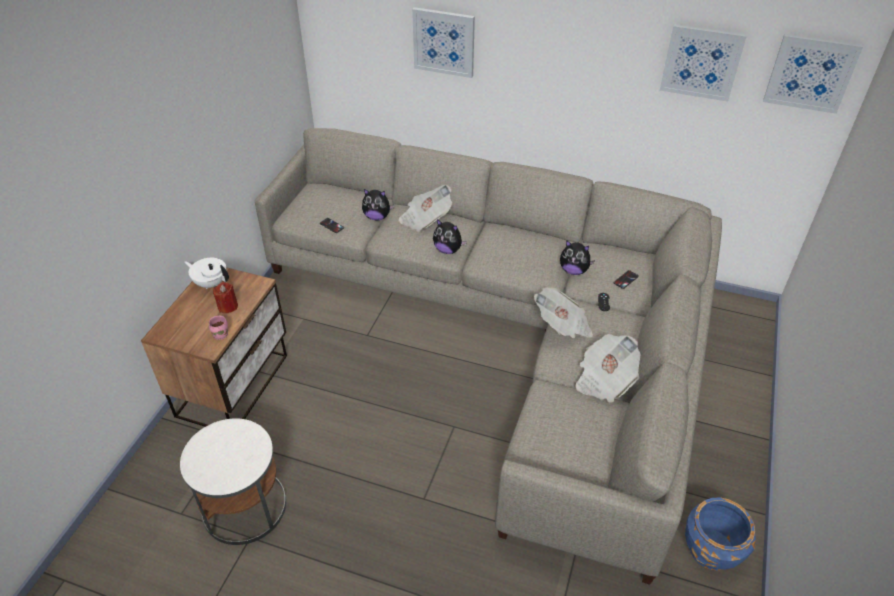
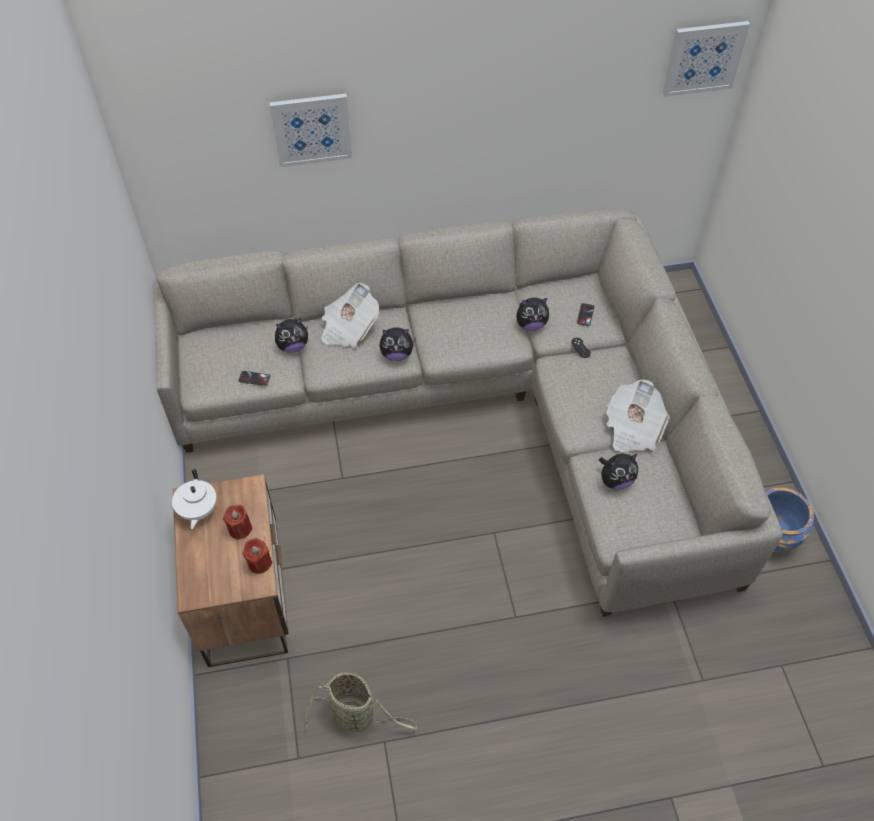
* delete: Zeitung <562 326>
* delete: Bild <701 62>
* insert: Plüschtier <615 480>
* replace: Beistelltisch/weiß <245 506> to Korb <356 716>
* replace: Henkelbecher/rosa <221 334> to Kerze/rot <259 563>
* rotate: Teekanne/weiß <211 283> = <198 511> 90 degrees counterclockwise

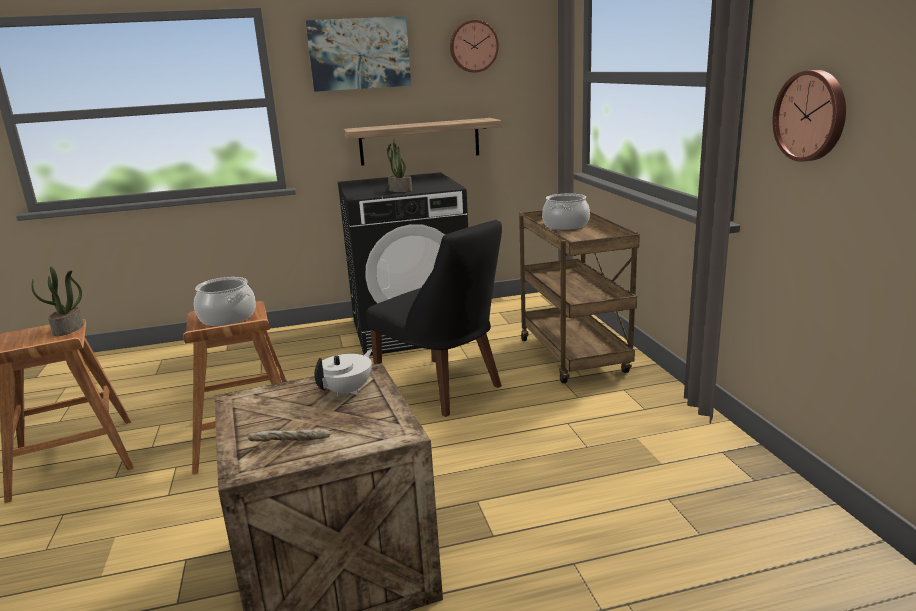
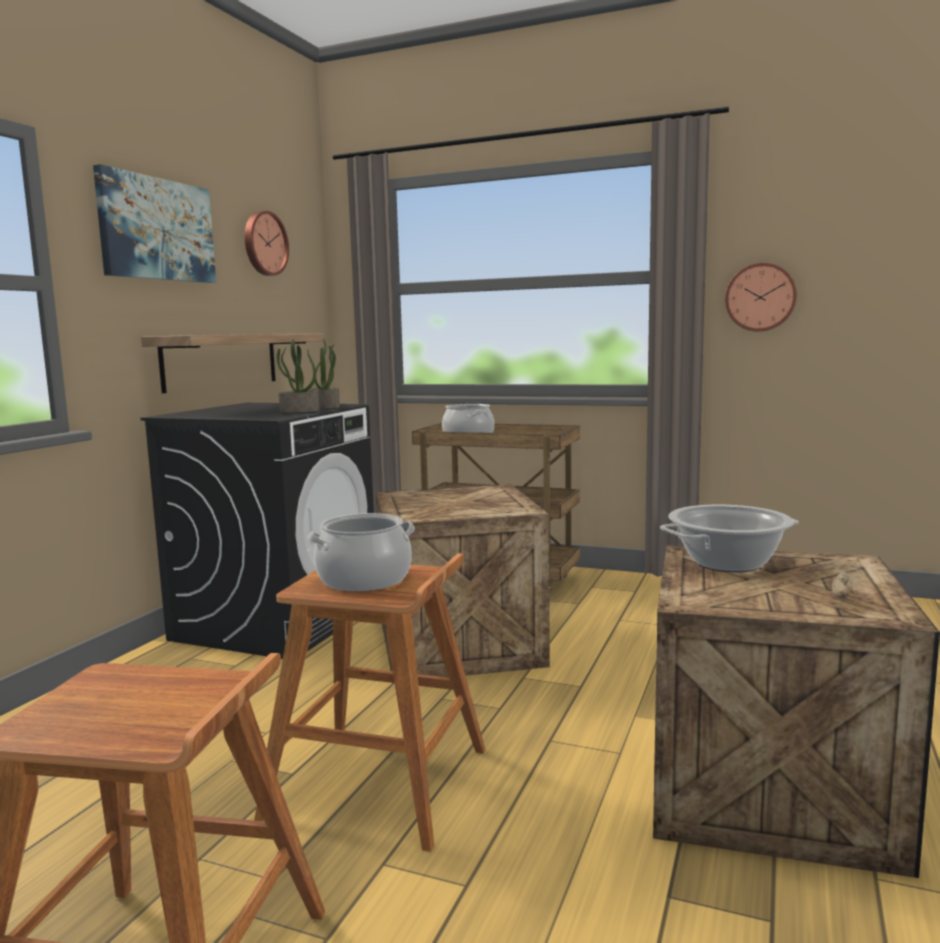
* move: Topfpflanze <68 329> to <325 407>
* replace: Teekanne/weiß <348 391> to Kochtopf <728 563>
* replace: Stuhl/schwarz <443 388> to Kiste <462 645>

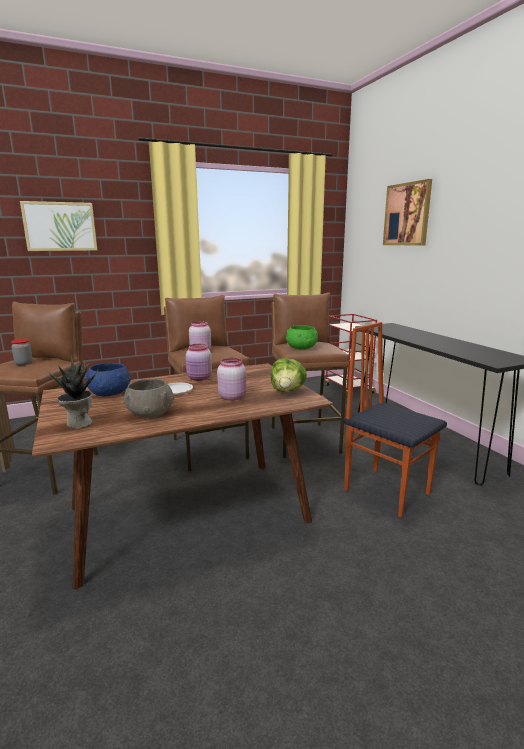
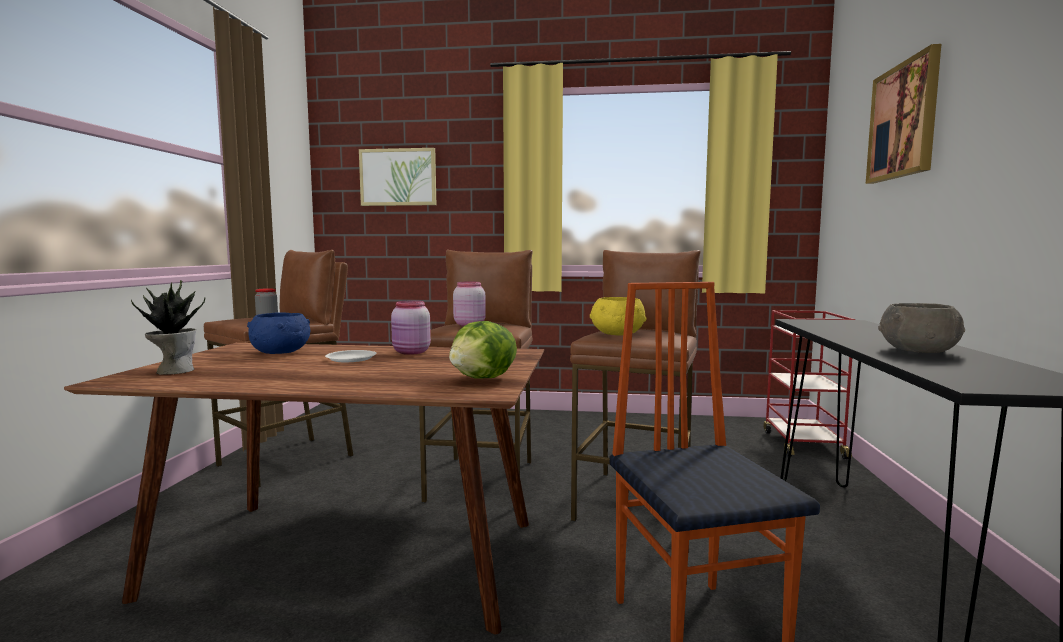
* delete: Vorratsglas/rosa <232 397>
* move: Schüssel/grau <150 413> to <918 351>
* recolor: Schüssel/grün <301 348> to Schüssel/gelb <617 334>

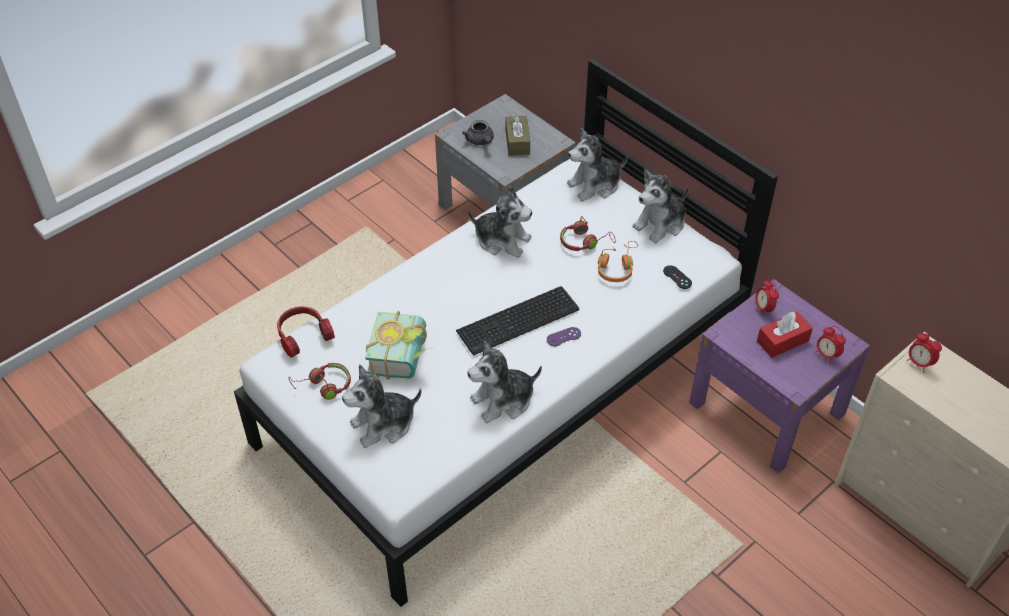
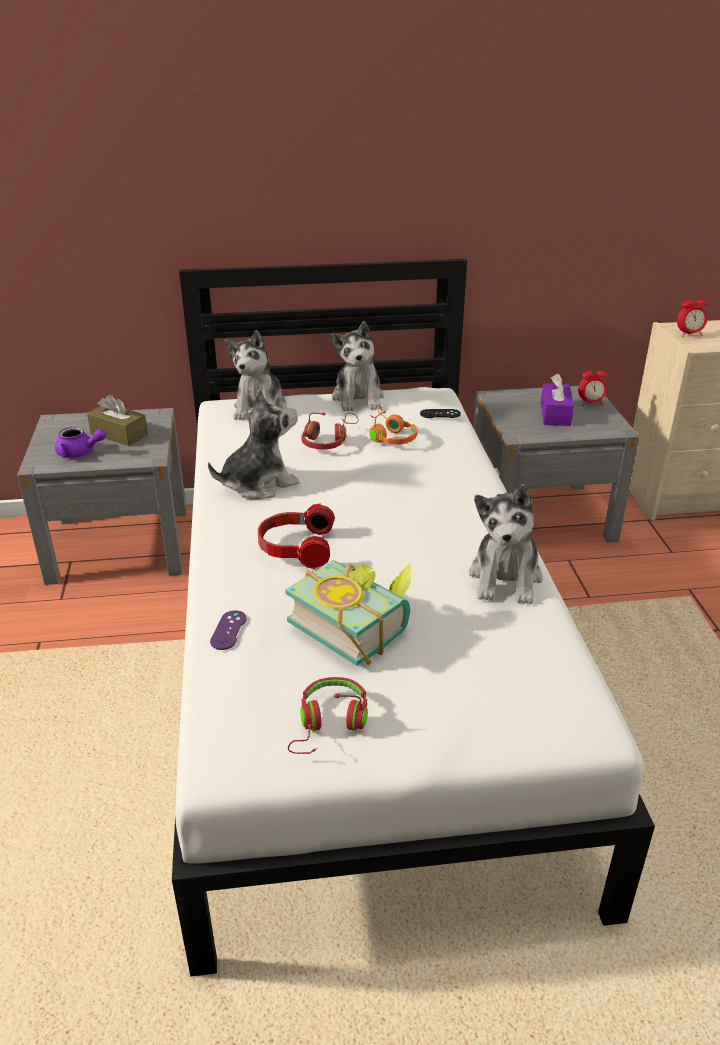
* delete: Plüschtier <384 425>
* delete: Tastatur <520 321>
* delete: Wecker <763 308>
* move: Kopfhörer <303 335> to <296 548>
* move: Gamepad/lila <563 337> to <228 630>
* recolor: Teekanne/grau <480 141> to Teekanne/lila <80 453>
* recolor: Nachttisch/lila <767 408> to Nachttisch/grau <540 515>
* recolor: Taschentuchbox/rot <782 341> to Taschentuchbox/lila <555 414>

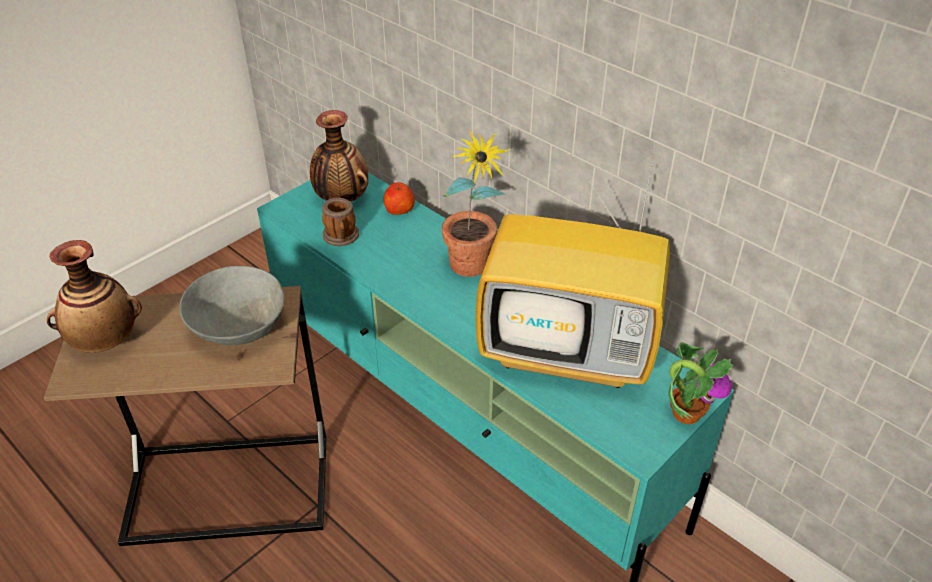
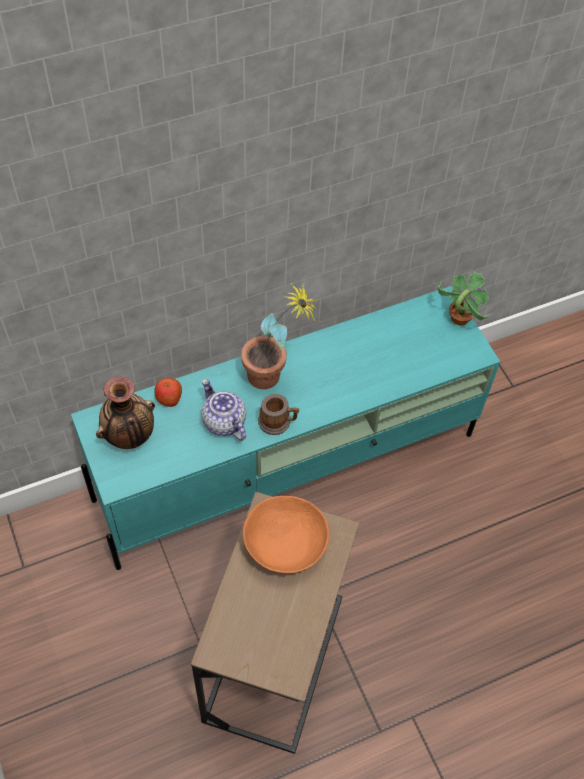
* delete: Vase <106 341>
* delete: Fernseher <571 351>
* insert: Teekanne <223 422>
* move: Henkelbecher <342 238> to <278 422>
* recolor: Schüssel/grau <237 326> to Schüssel/orange <284 546>

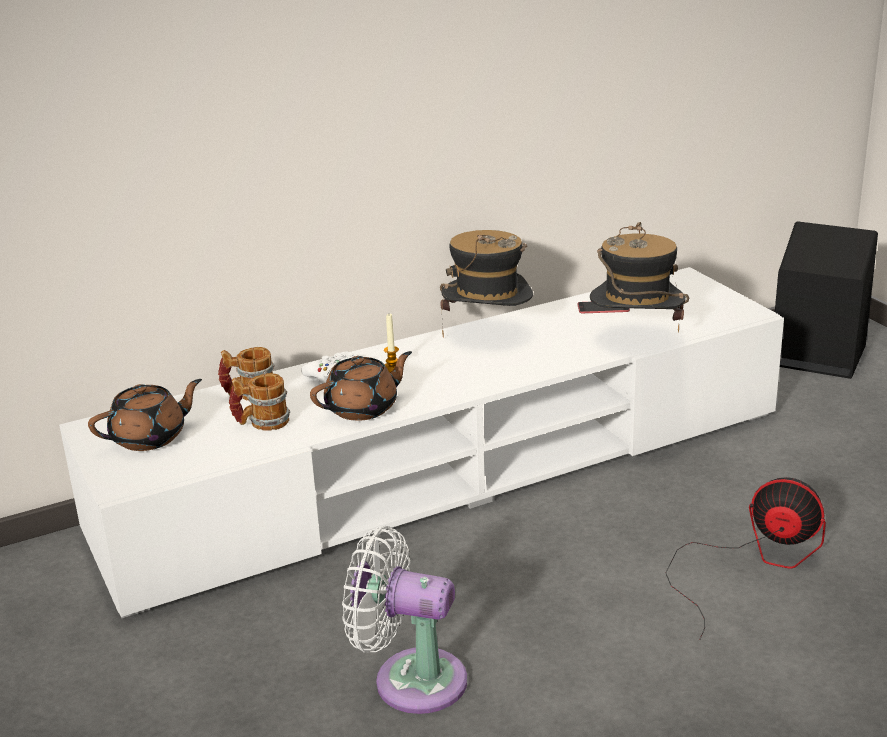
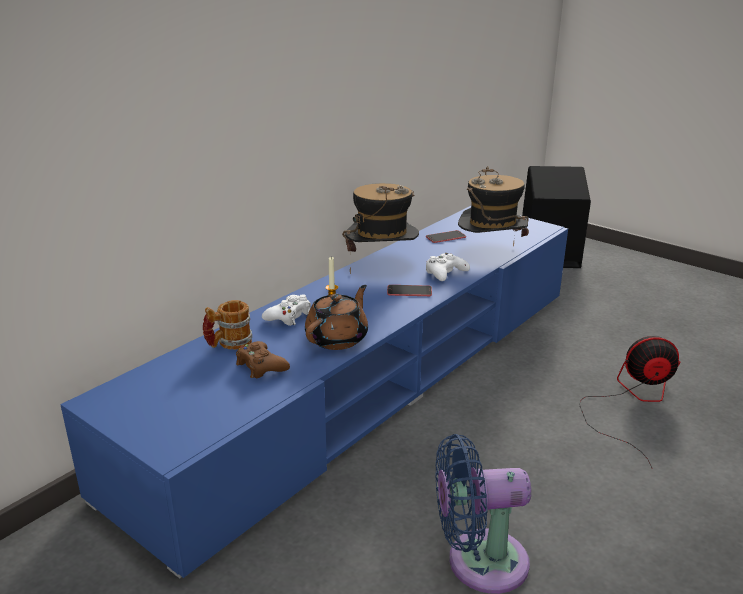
* delete: Teekanne/braun <150 437>
* insert: Handy <409 291>
* insert: Gamepad/weiß <445 273>
* replace: Henkelbecher <261 423> to Gamepad/braun <261 366>
* recolor: Fernsehschrank/weiß <449 471> to Fernsehschrank/blau <372 379>
* recolor: Ventilator/weiß <411 679> to Ventilator/blau <478 562>

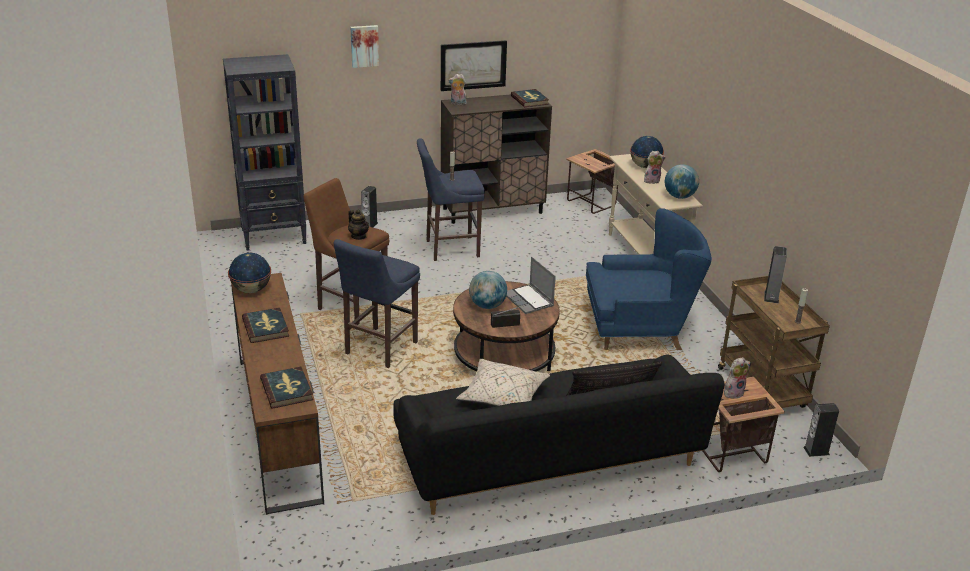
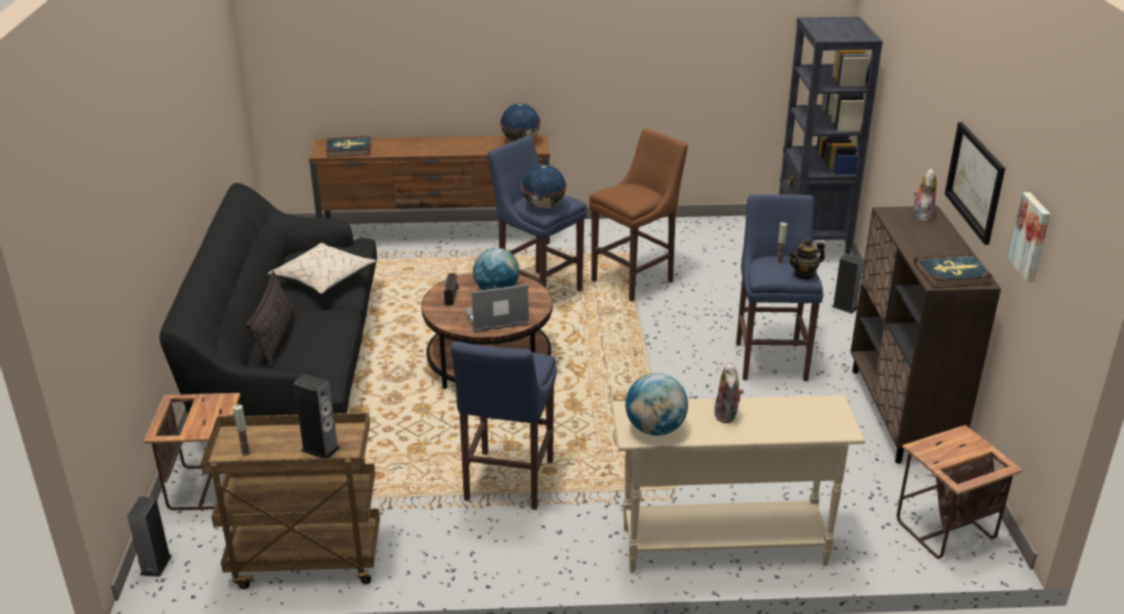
* delete: Buch <266 327>
* delete: Plüschtier <733 392>
* move: Teekanne <359 236> to <804 275>
* move: Bild <364 46> to <1032 236>
* move: Globus <645 166> to <543 206>
* replace: Sessel/blau <639 328> to Hocker/blau <507 483>

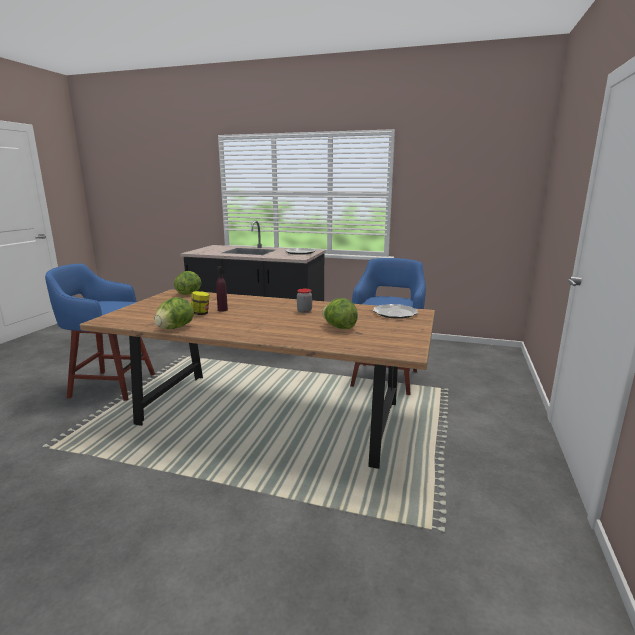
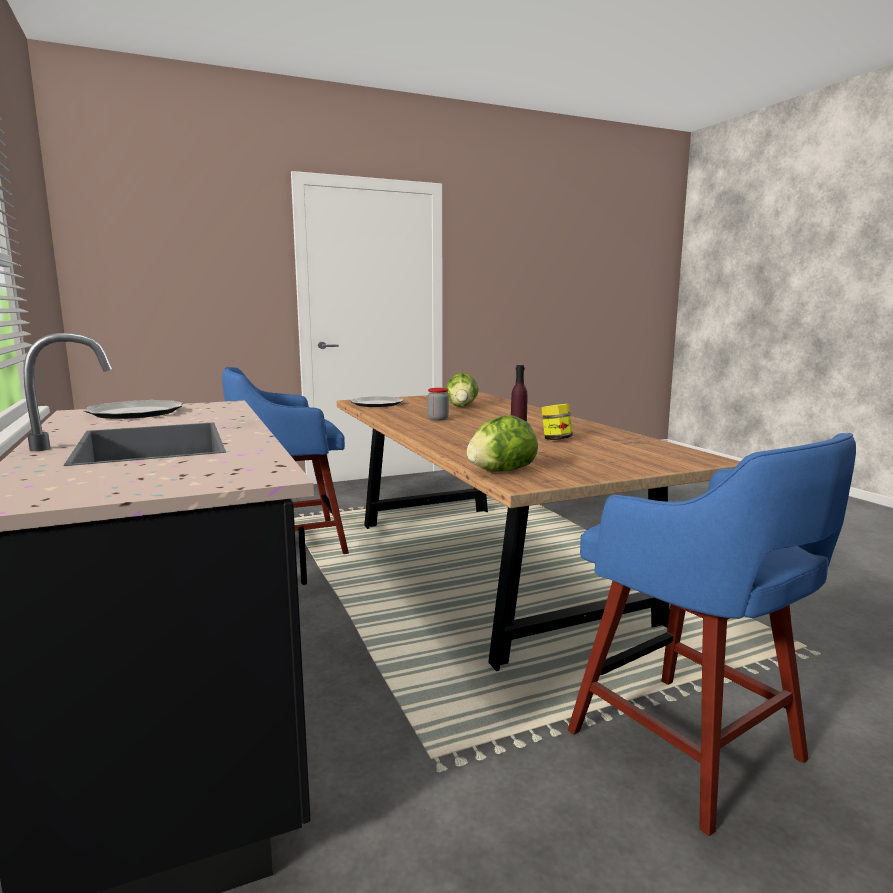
* delete: Salatkopf <175 328>

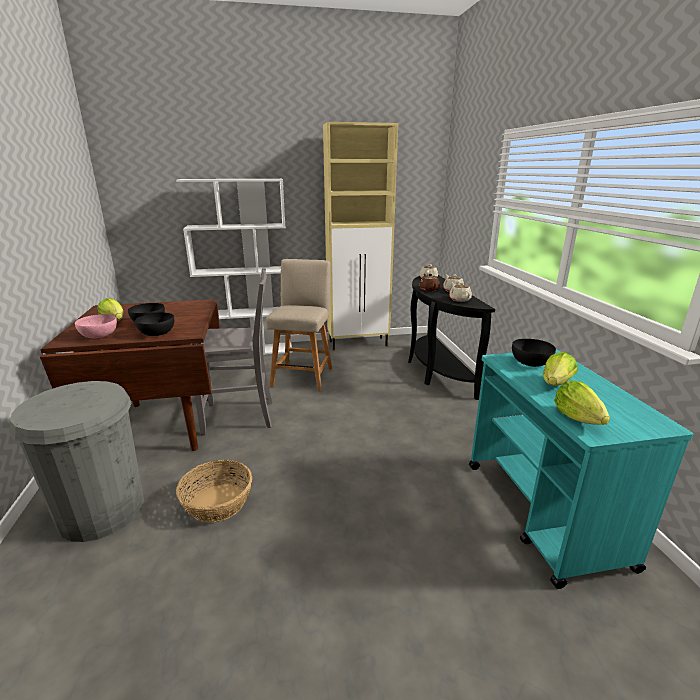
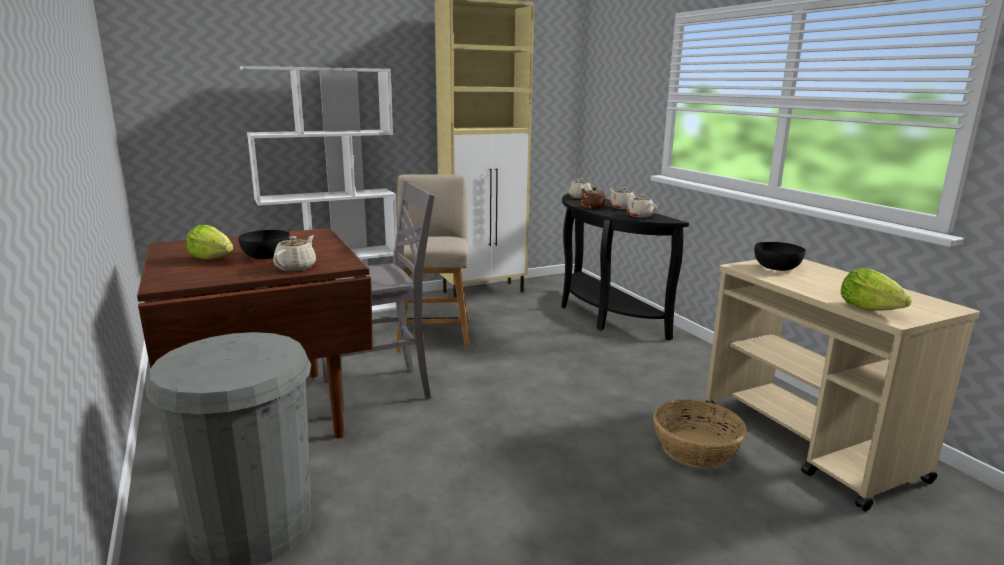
* delete: Schüssel/rosa <99 335>
* delete: Salatkopf <556 384>
* move: Korb <218 502> to <695 448>
* replace: Schüssel/schwarz <157 333> to Teekanne/beige <296 267>
* recolor: Rollwagen/türkis <543 513> to Rollwagen/beige <809 444>

